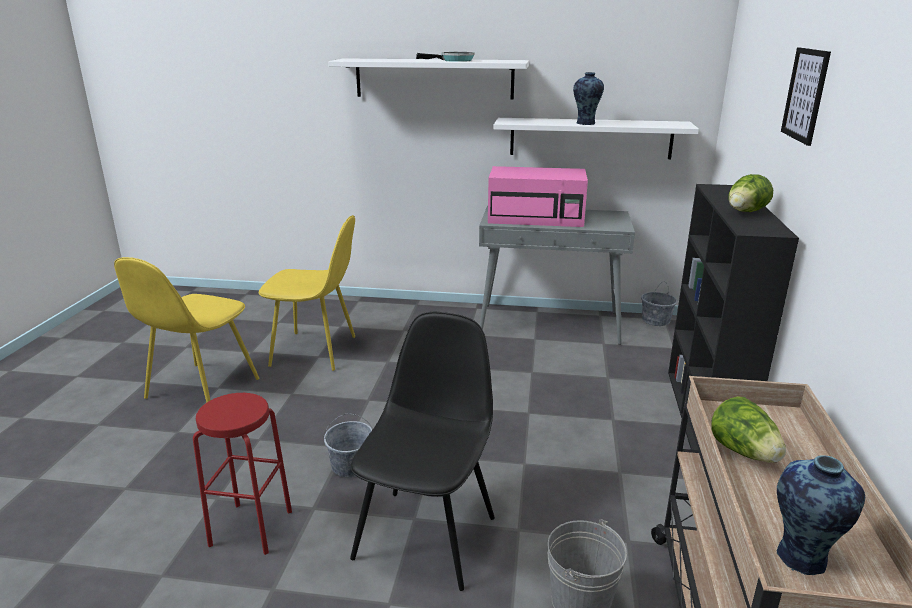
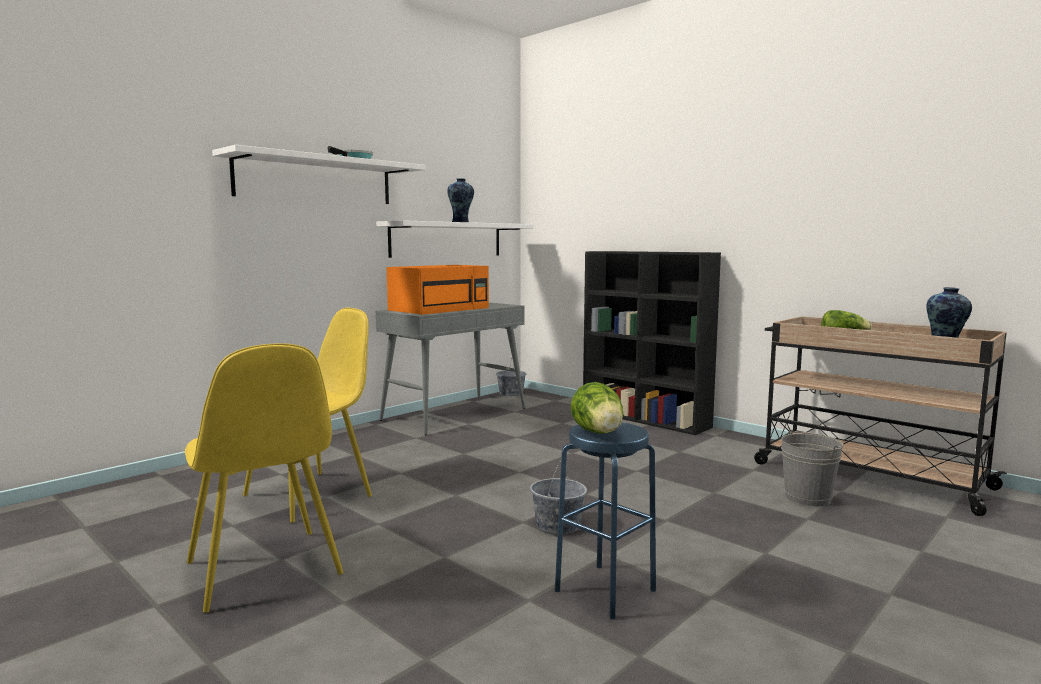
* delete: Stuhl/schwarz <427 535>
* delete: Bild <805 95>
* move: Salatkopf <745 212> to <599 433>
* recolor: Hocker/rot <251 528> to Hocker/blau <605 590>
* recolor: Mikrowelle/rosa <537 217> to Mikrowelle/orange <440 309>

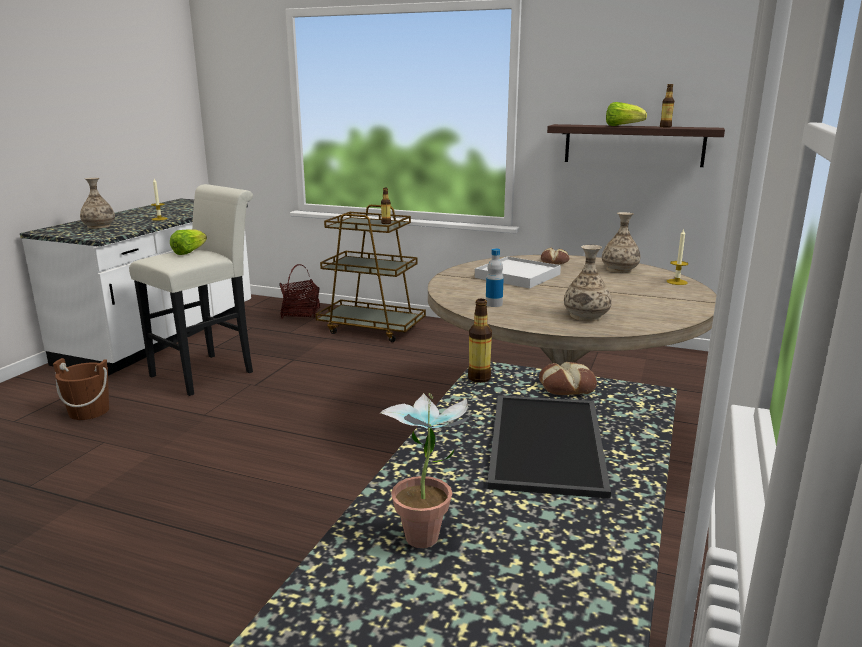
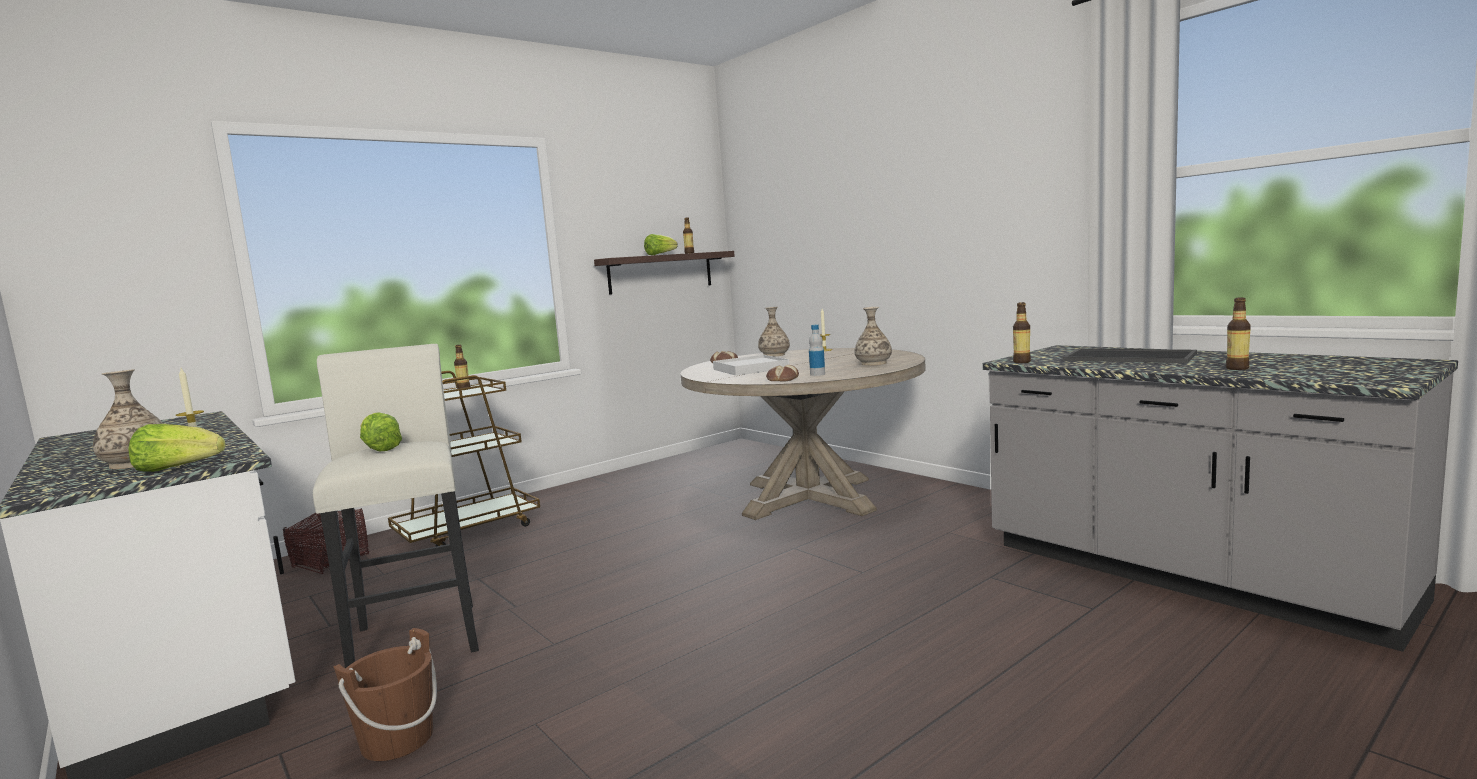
* insert: Salatkopf <178 468>
* move: Brot <566 386> to <782 379>
* replace: Topfpflanze <428 530> to Flasche <1237 368>

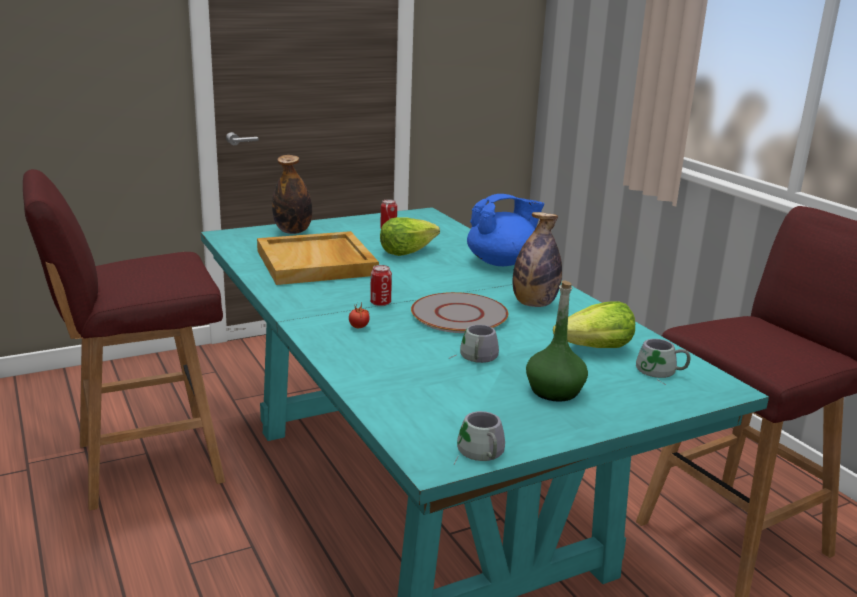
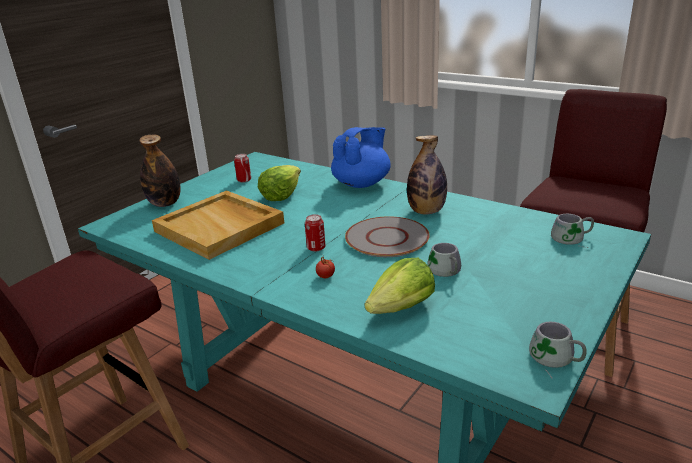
* delete: Flasche/grün <555 391>
* move: Salatkopf <595 349> to <402 308>

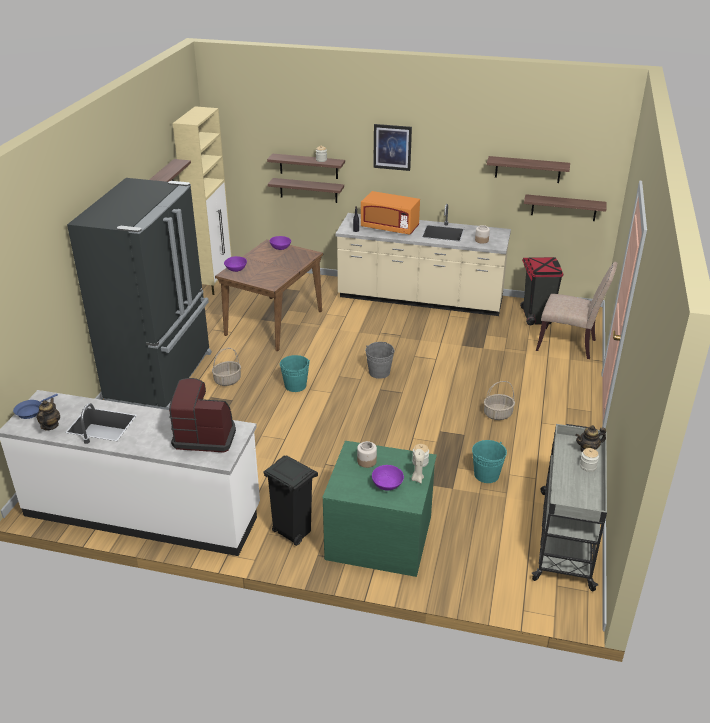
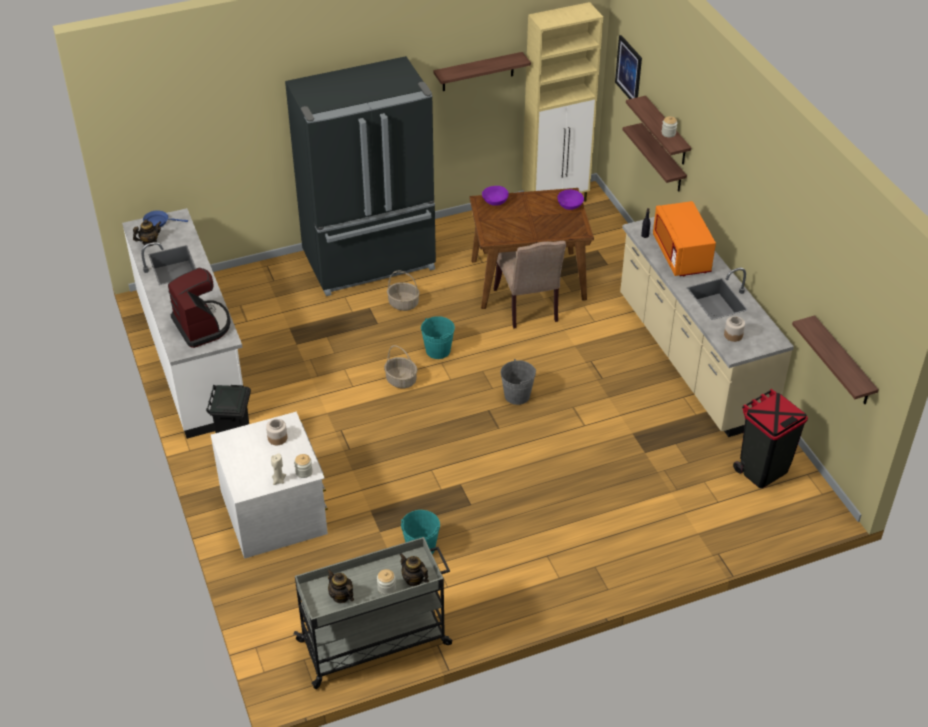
* delete: Schüssel/lila <387 484>
* delete: Wandregal <527 169>
* insert: Teekanne <341 596>
* move: Bild <392 147> to <629 70>
* move: Korb <497 414> to <400 380>
* move: Stuhl/beige <569 345> to <528 307>
* recolor: Kommode/grün <379 536> to Kommode/weiß <275 511>

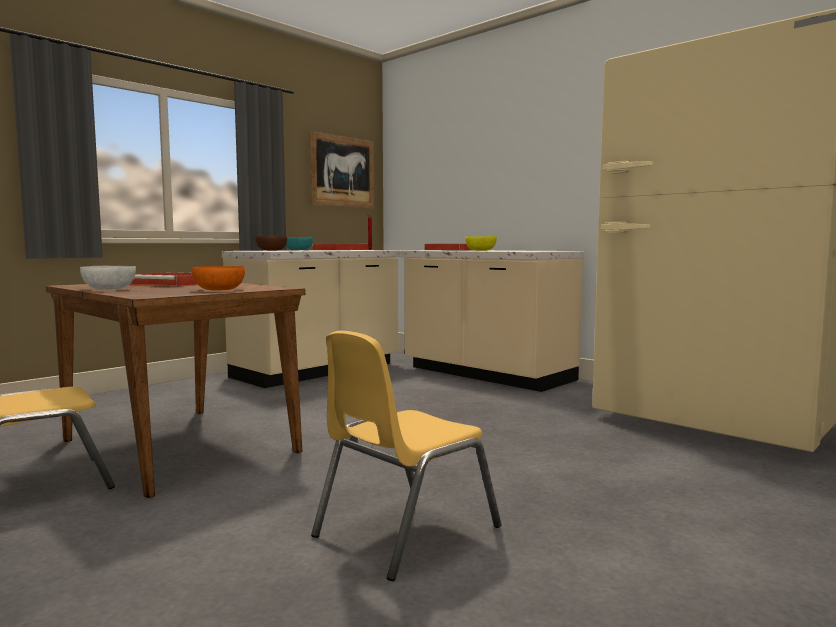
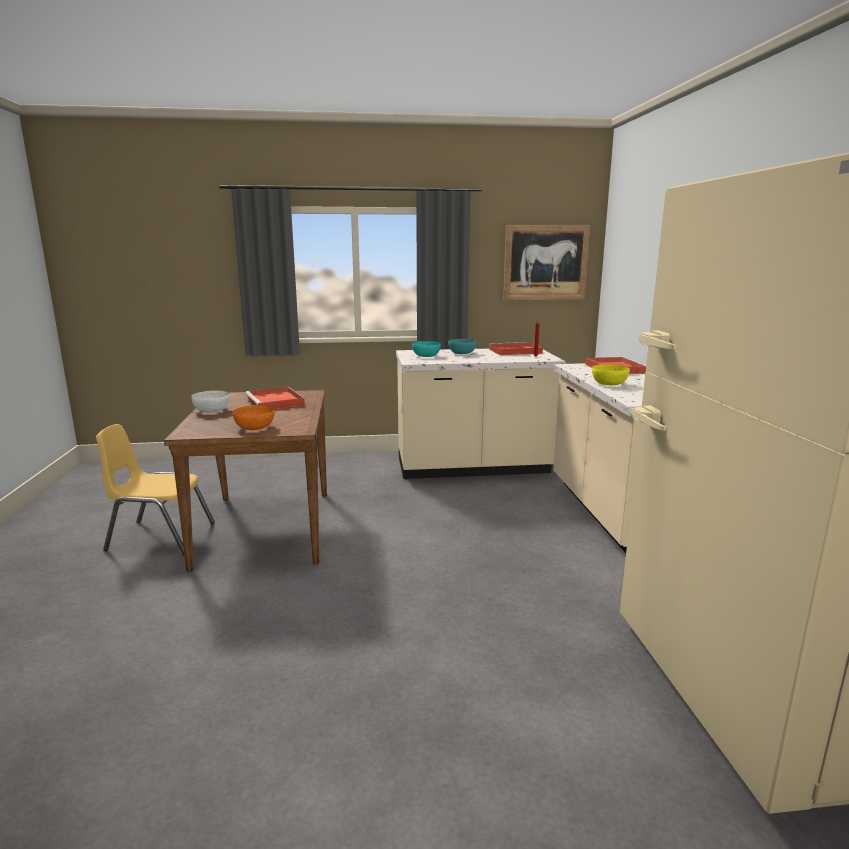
* delete: Stuhl/gelb <404 531>
* recolor: Schüssel/braun <271 250> to Schüssel/türkis <426 356>

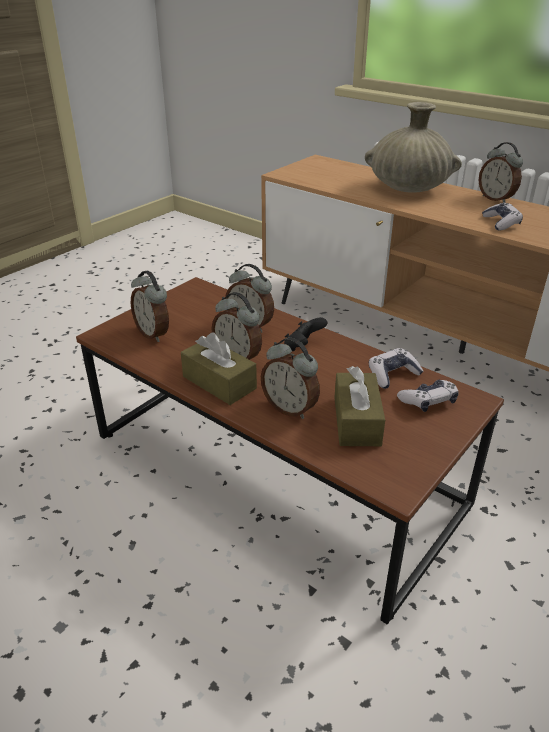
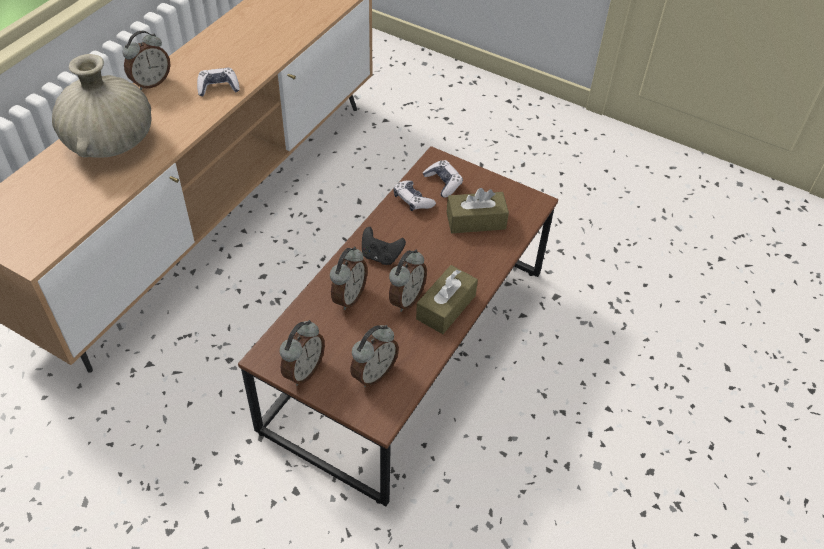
* move: Wecker <290 408> to <303 371>

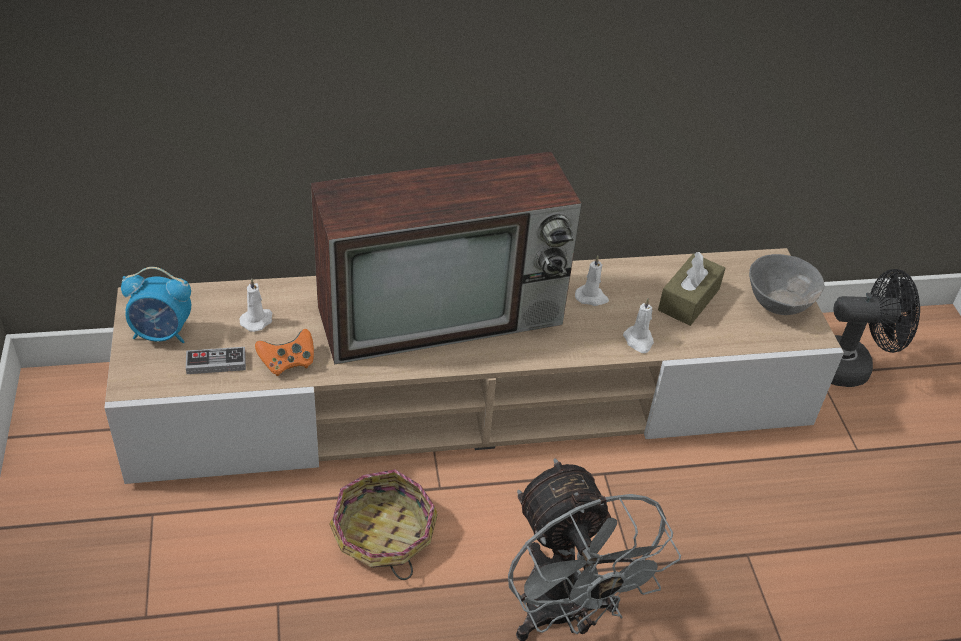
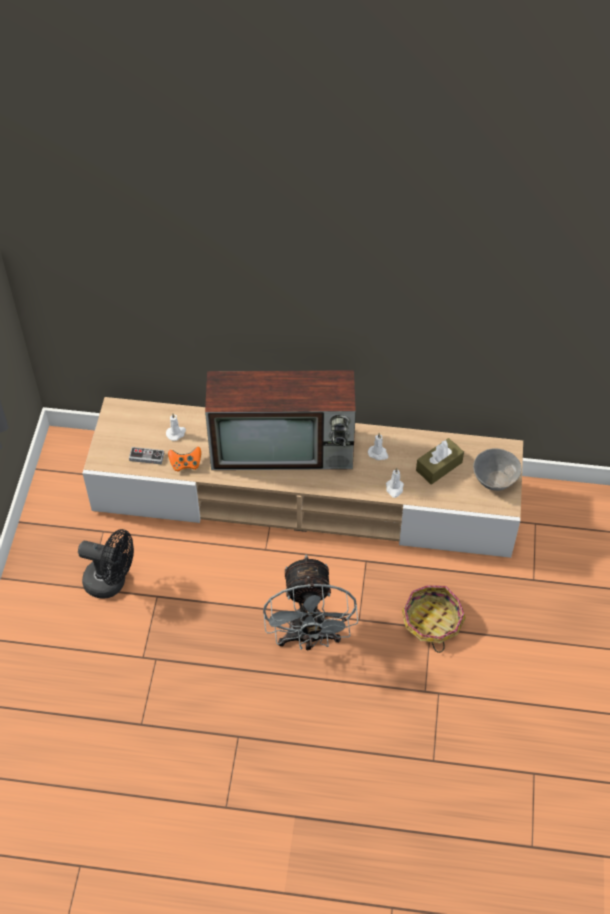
* delete: Wecker <162 334>
* move: Korb <383 535> to <432 622>
* move: Ventilator/schwarz <850 366> to <111 582>

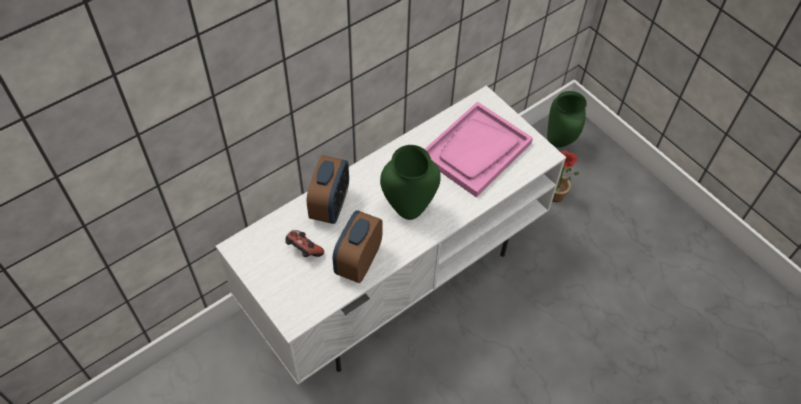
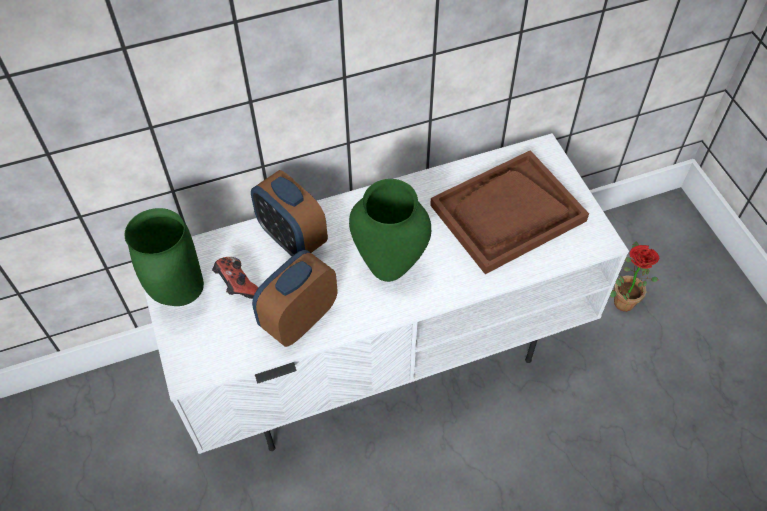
* move: Vase/grün <560 142> to <182 296>
* recolor: Tablett/rosa <476 151> to Tablett/braun <507 213>
* rotate: Wecker <330 206> = <292 238> 105 degrees clockwise

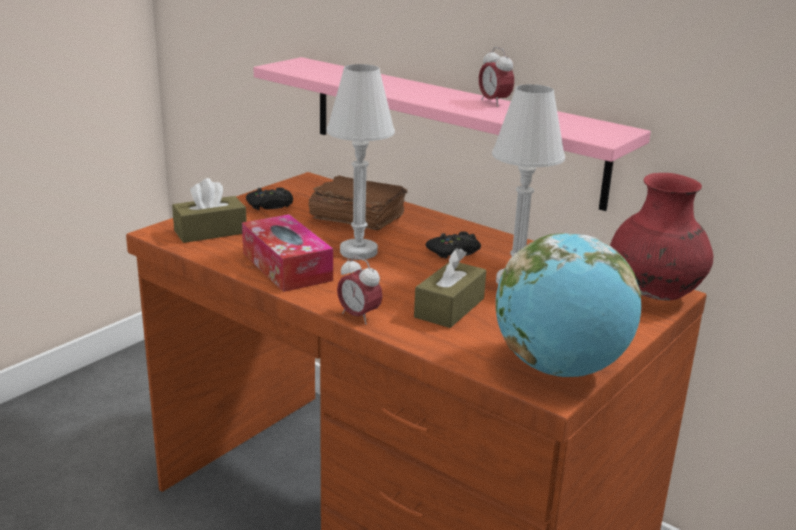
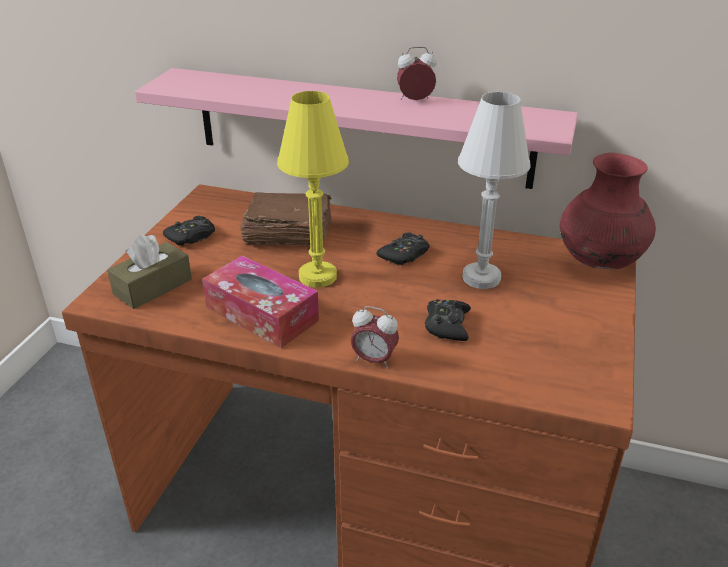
* delete: Globus <560 368>
* replace: Taschentuchbox/braun <449 308> to Gamepad/schwarz <447 325>
* recolor: Tischlampe/weiß <358 252> to Tischlampe/gelb <317 276>
* rotate: Wecker <494 102> = <415 101> 135 degrees clockwise

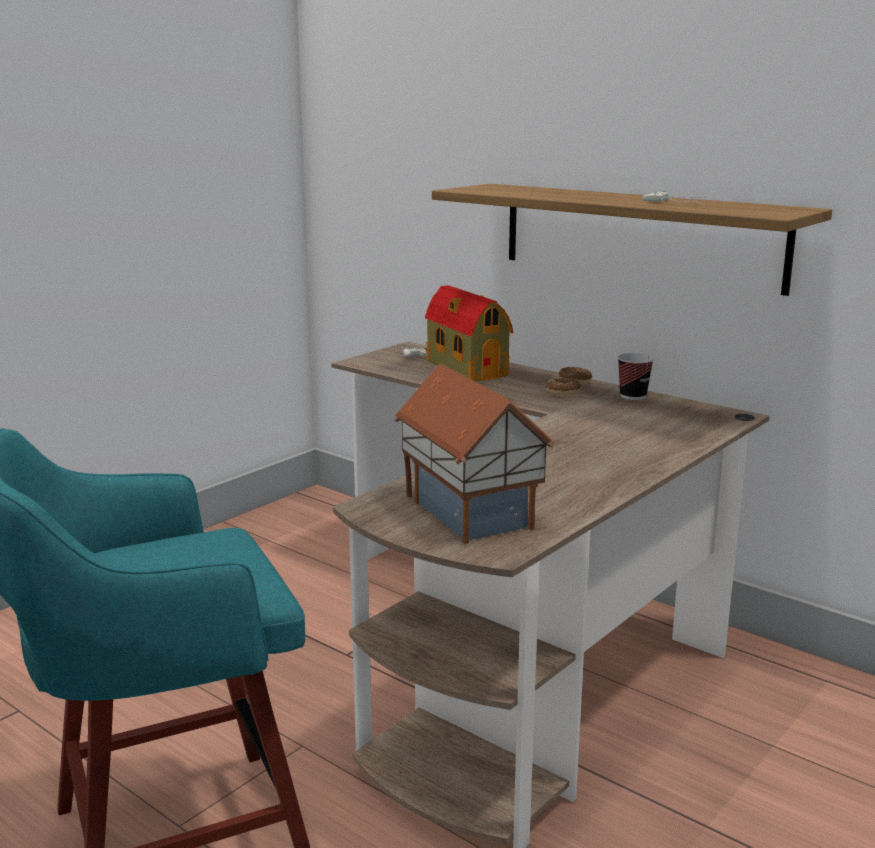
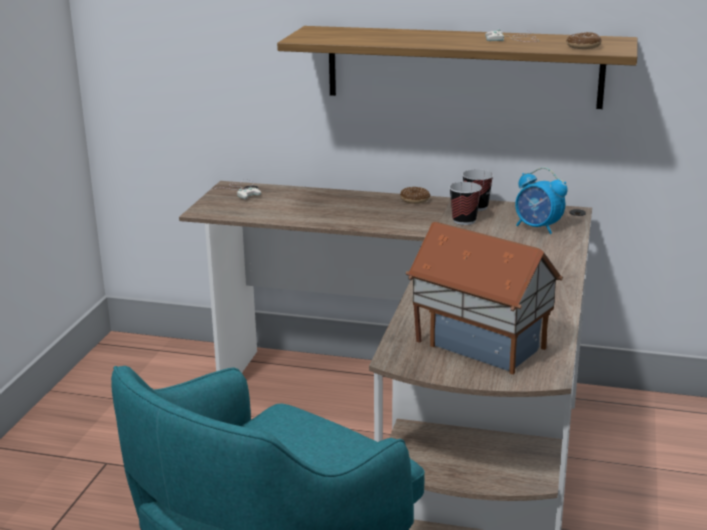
* delete: Spielzeughaus <465 368>
* insert: Tasse <464 221>
* insert: Wecker <538 228>
* move: Donut <563 392> to <583 47>

